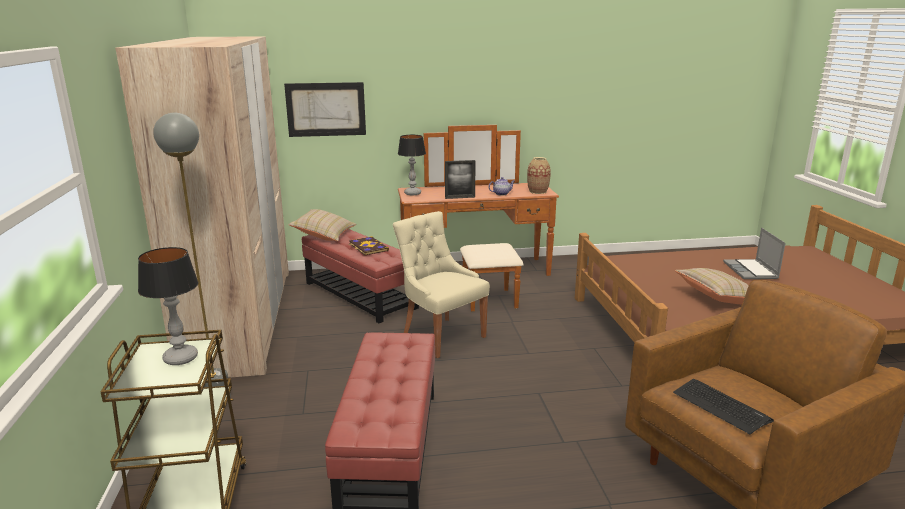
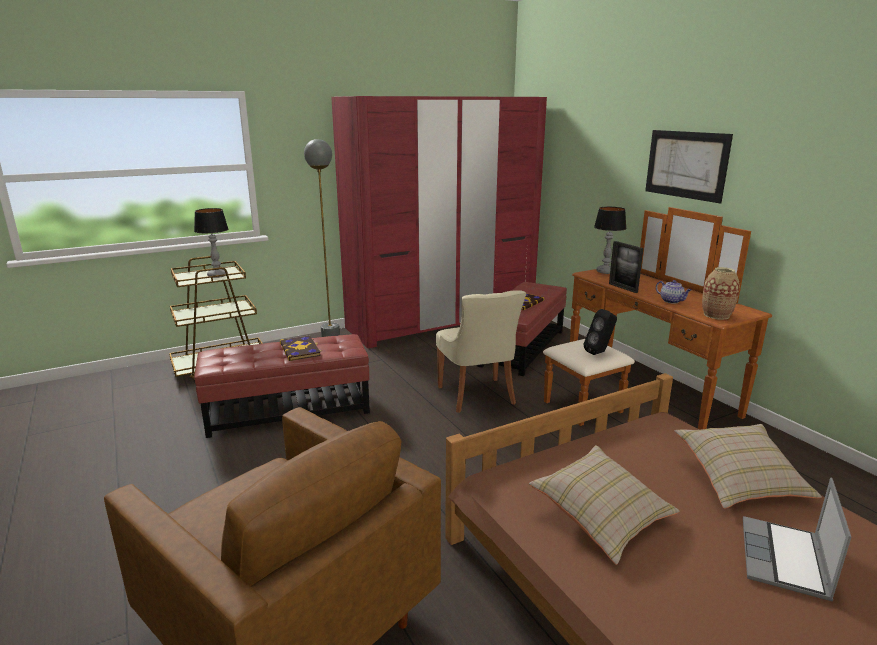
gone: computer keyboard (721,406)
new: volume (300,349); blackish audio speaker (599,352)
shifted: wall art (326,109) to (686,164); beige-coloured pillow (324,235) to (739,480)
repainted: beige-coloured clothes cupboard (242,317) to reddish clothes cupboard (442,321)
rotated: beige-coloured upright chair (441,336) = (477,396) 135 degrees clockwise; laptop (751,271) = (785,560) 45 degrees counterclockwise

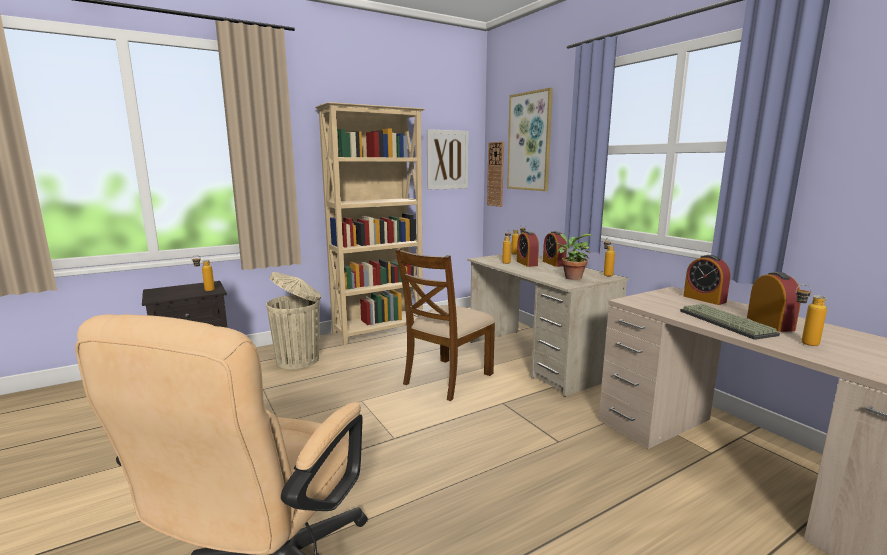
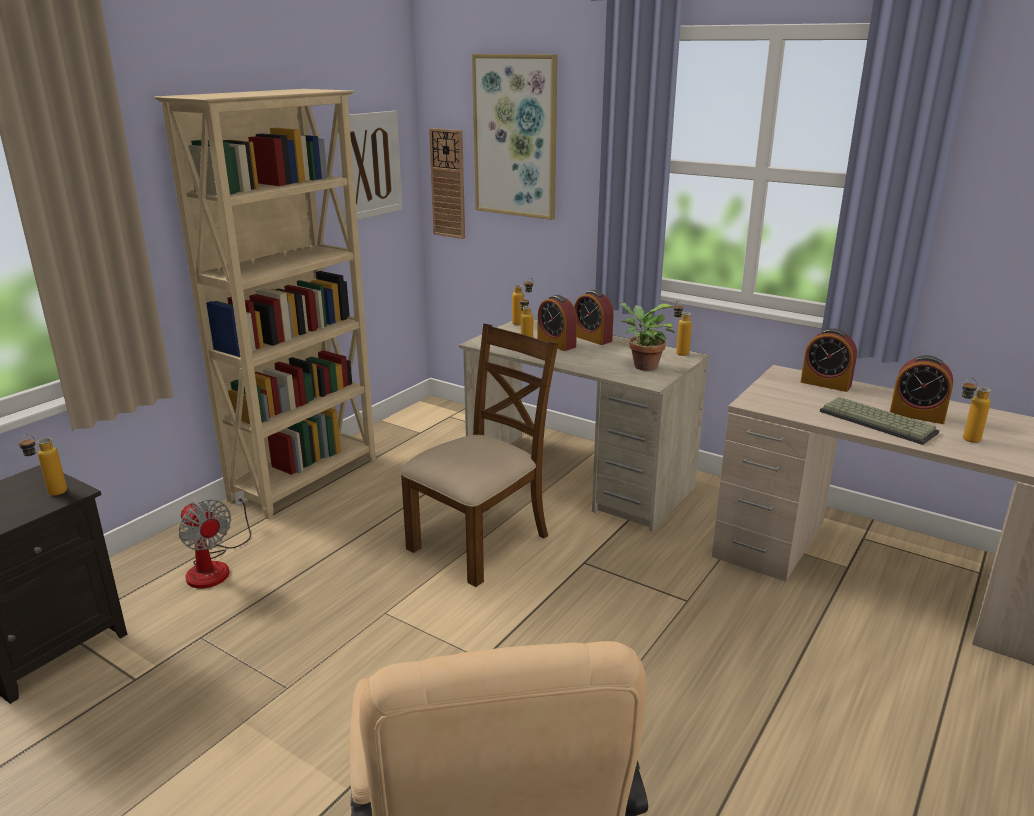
swapped: beige-coloured rubbish bin (299,360) to cooling fan (215,566)
rotated: brown-coloured upright chair (447,378) = (481,542) 150 degrees counterclockwise; bedside clock (770,324) = (917,415) 150 degrees clockwise

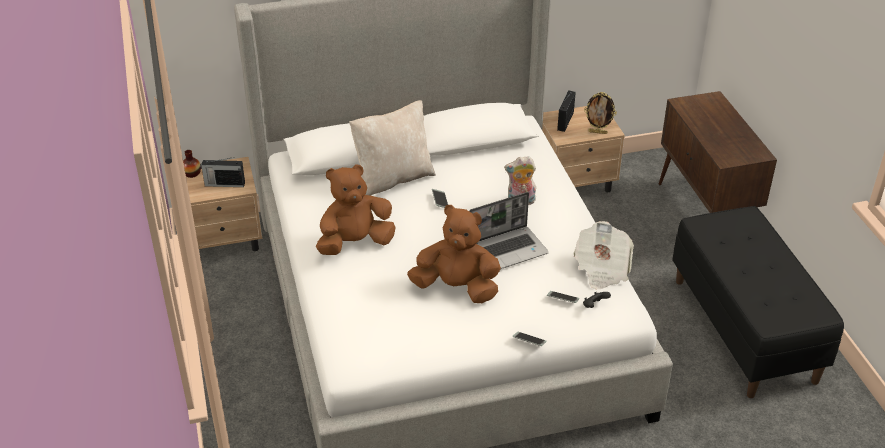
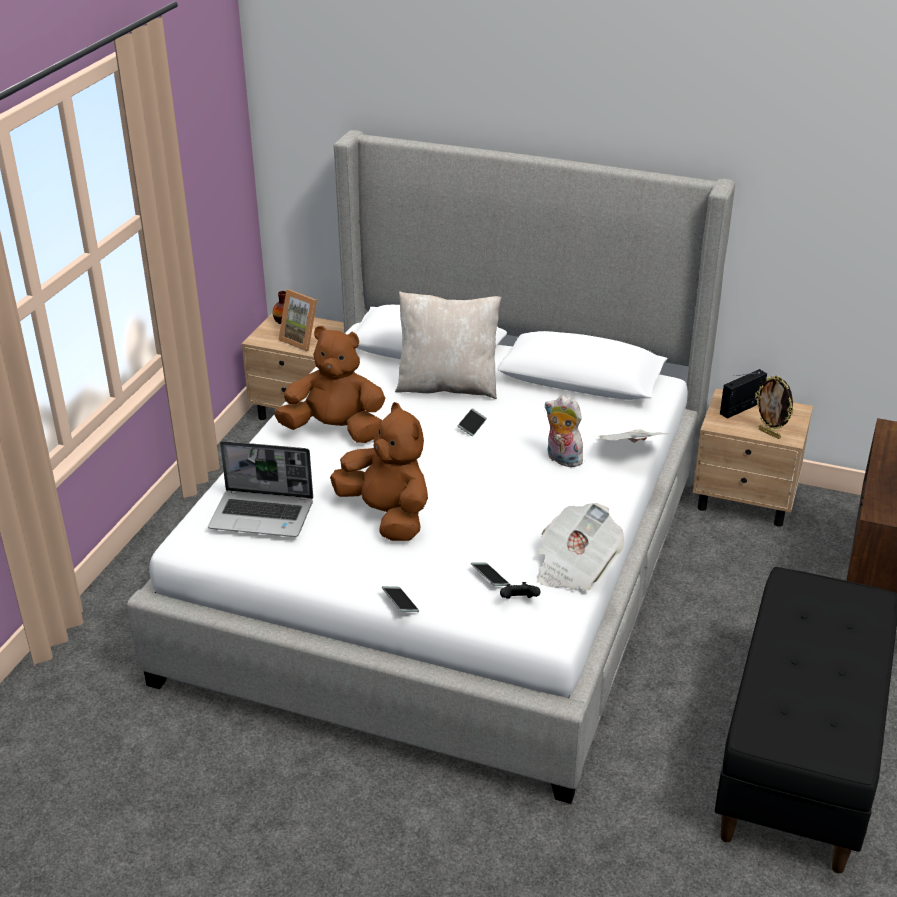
new: newspaper (632,452)
shifted: laptop (508,249) to (263,515)
swapped: radio (224,184) to picture frame (302,340)

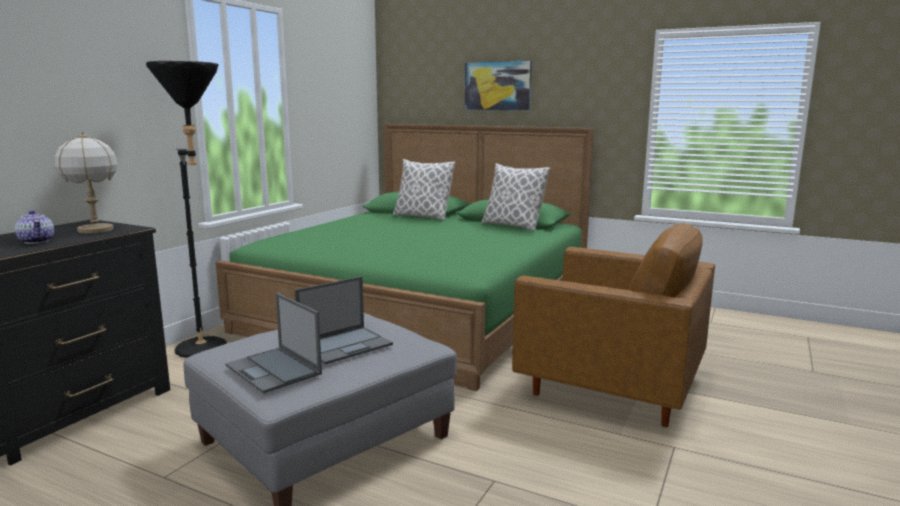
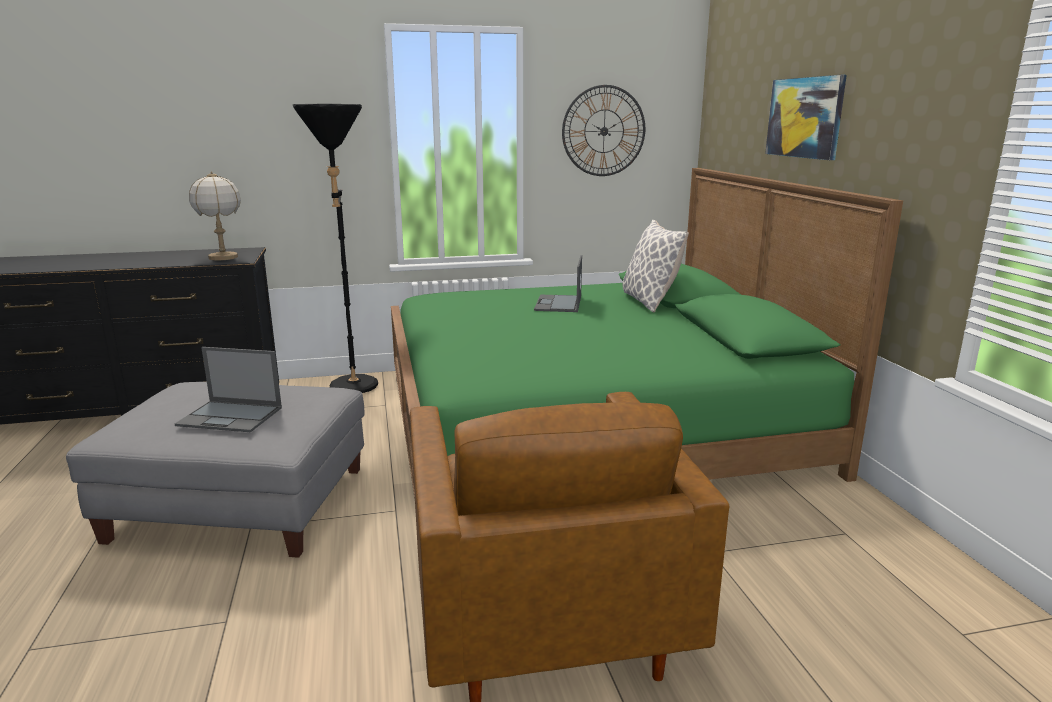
gone: tea pot (37,241); pillow (513,226)
new: clock on the wall (604,131)
shifted: laptop (274,370) to (558,304)

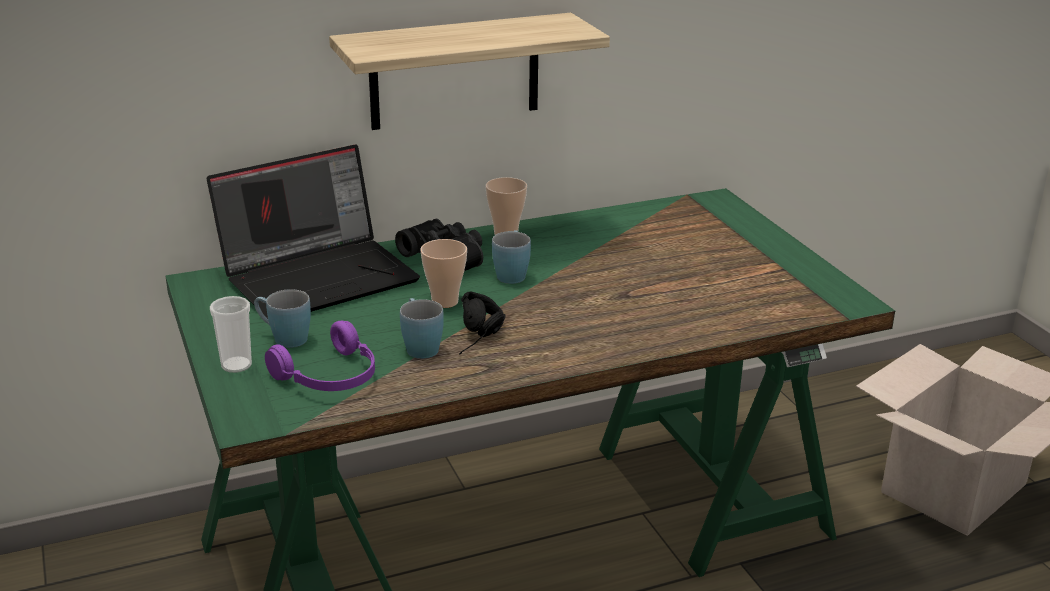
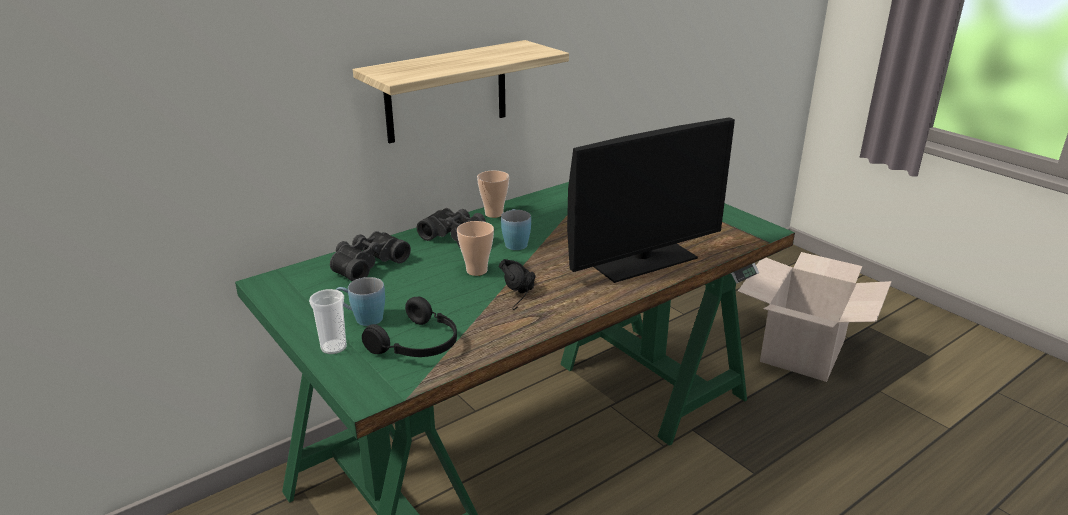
gone: bluish coffee mug (420,346)
new: computer screen (643,260)
swapped: laptop (320,276) to blackish pair of binoculars (367,264)
repainted: purple headphones (330,377) to blackish headphones (418,344)

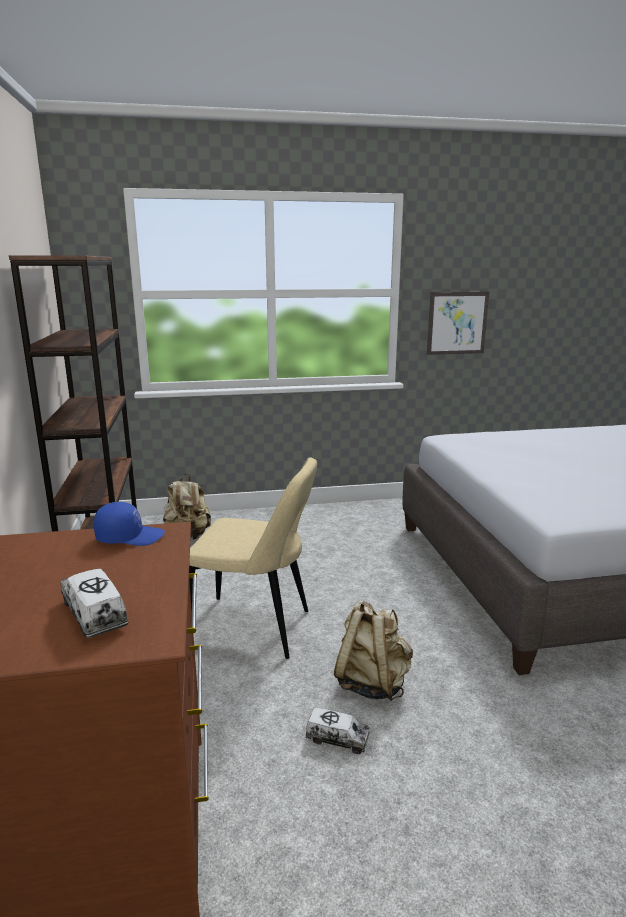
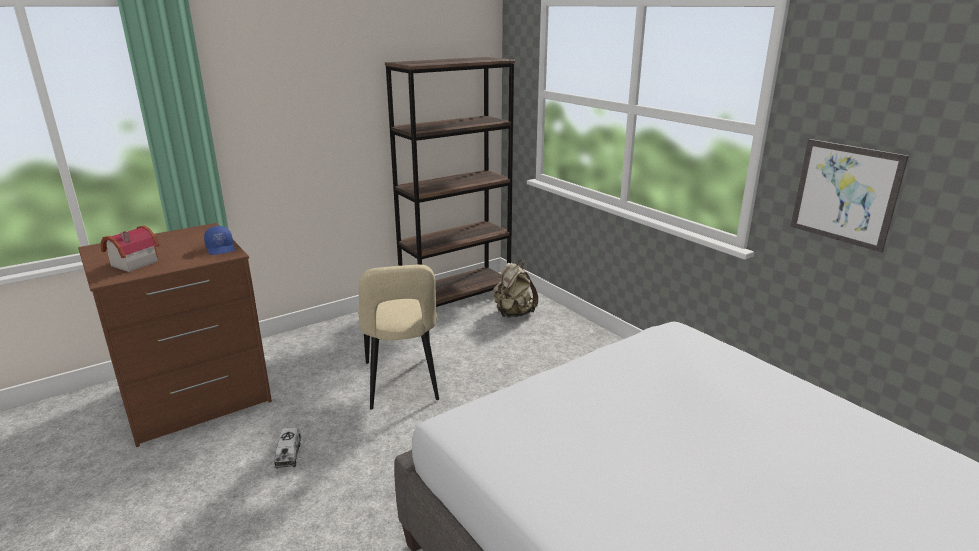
gone: beige-coloured backpack (372,683)
swapped: toy lorry (94,613) to model house (131,263)

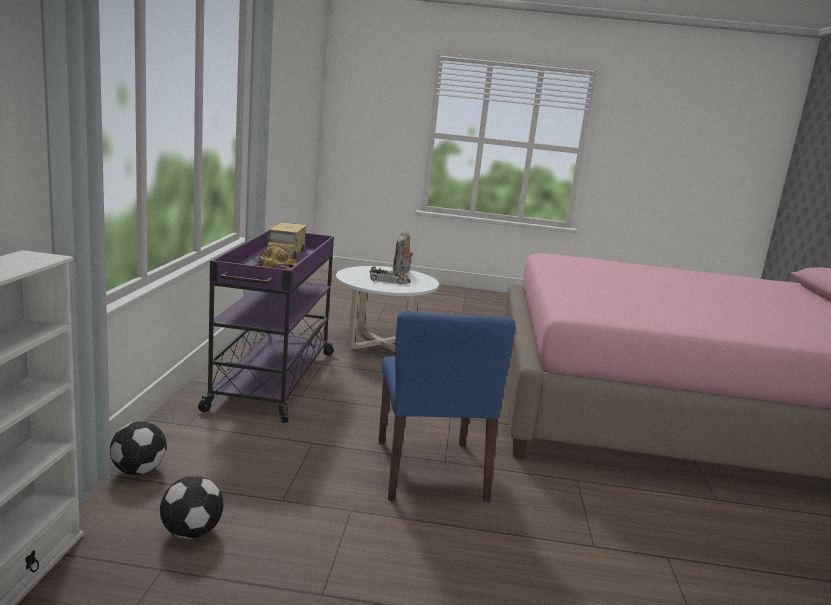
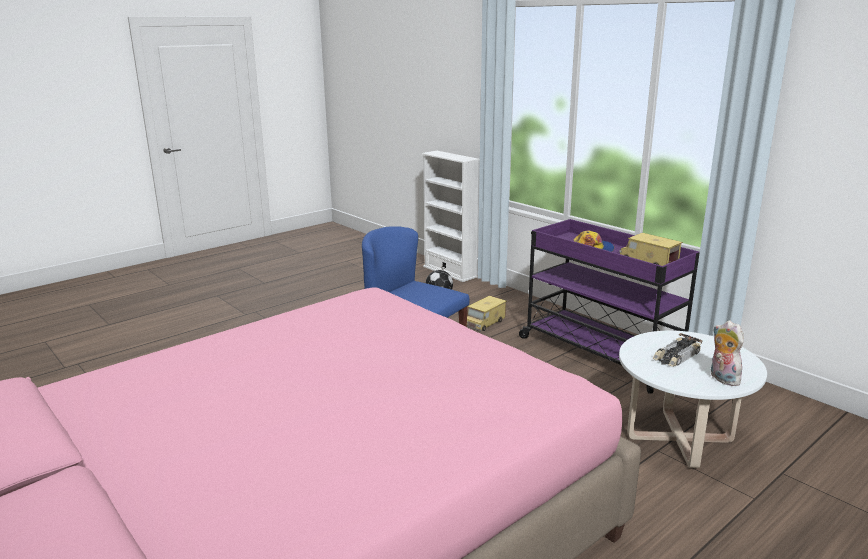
gone: football (138,470)
new: toy lorry (484,323)

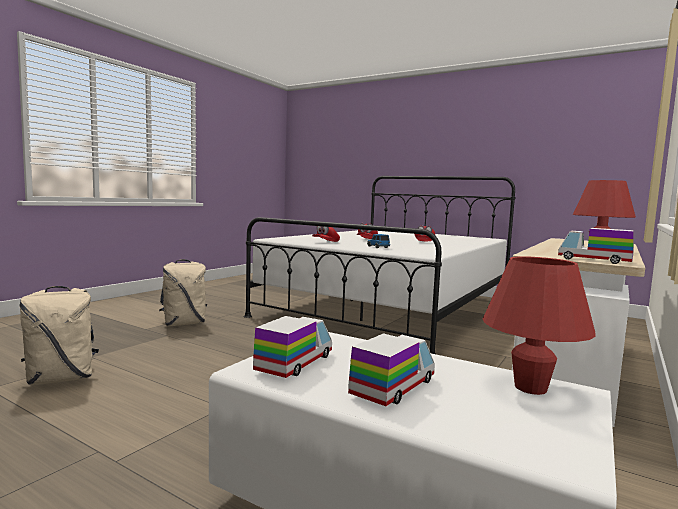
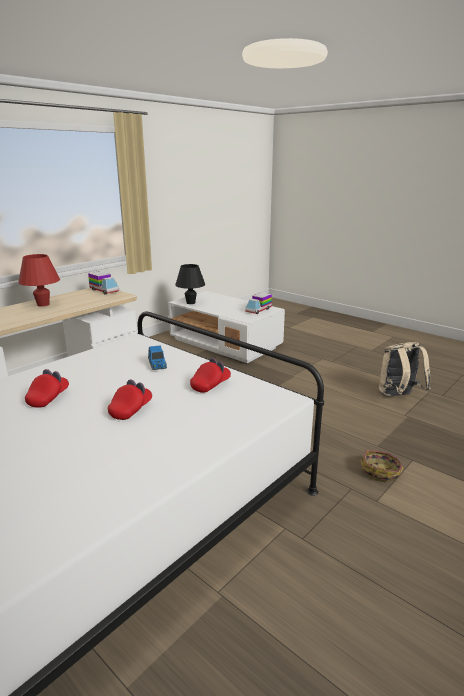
gone: toy lorry (393,387)
swapped: beige-coloured backpack (184,323) to household basket (380,471)
repainted: reddish lamp for a table (530,388) to blackish lamp for a table (190,303)

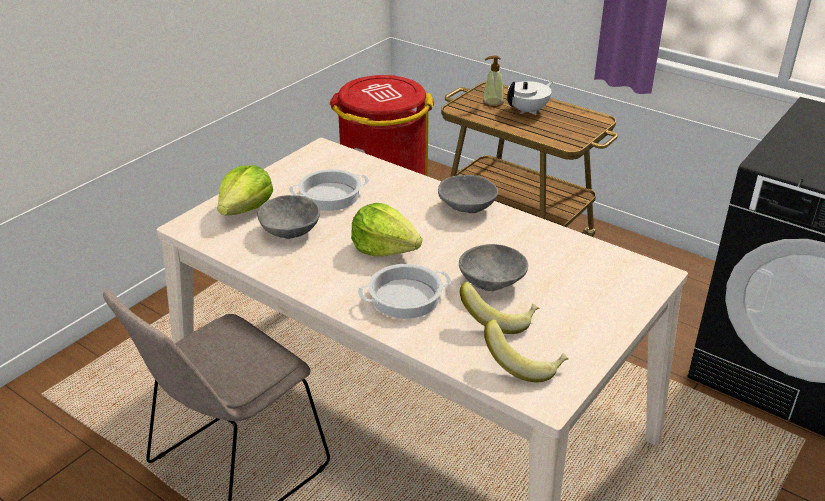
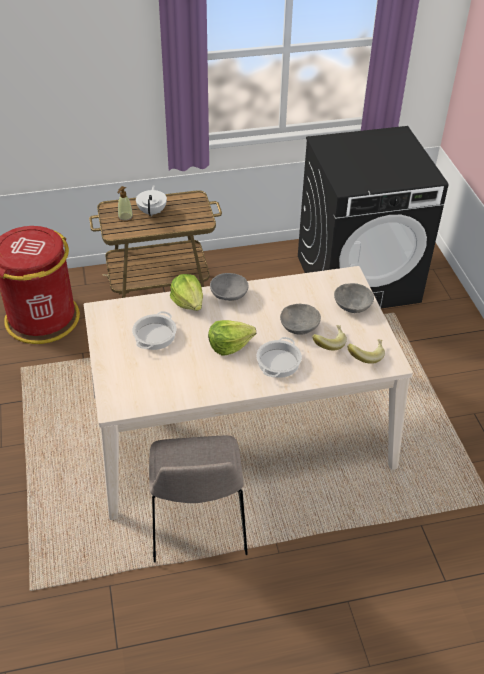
shifted: head of lettuce (246,209) to (188,302); greyish serving bowl (290,230) to (351,306)

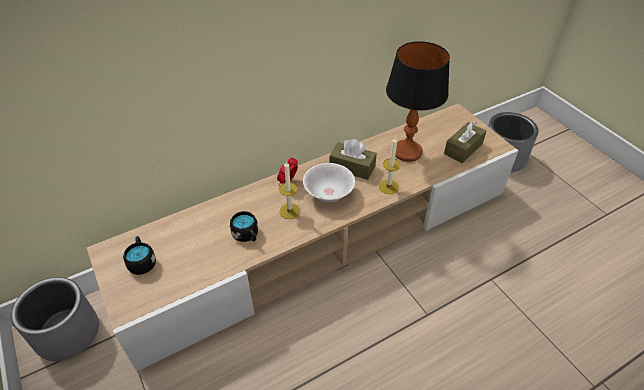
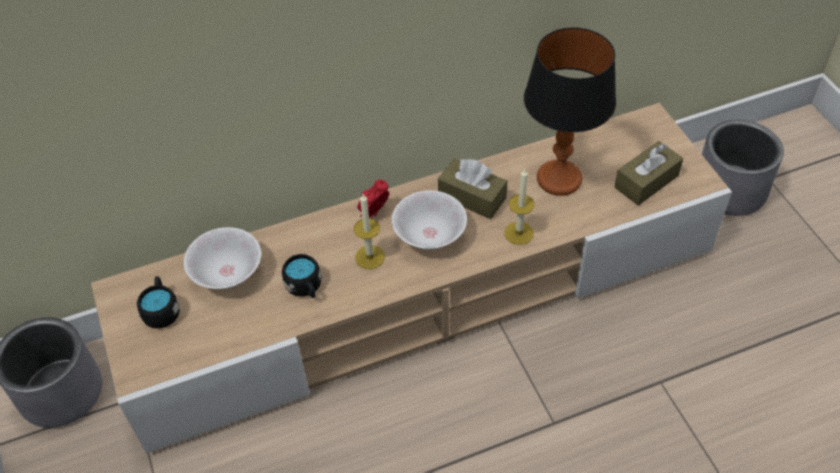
new: white serving bowl (228,274)

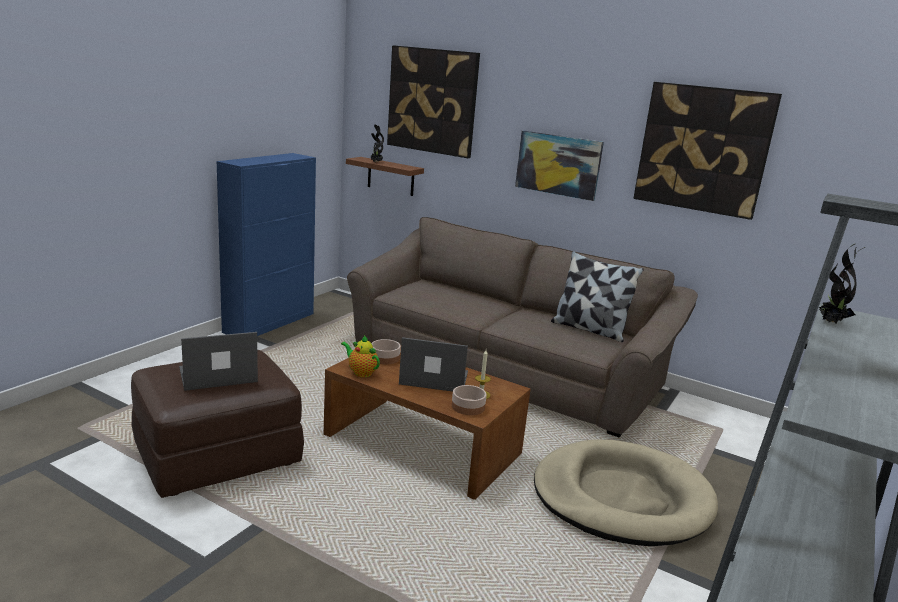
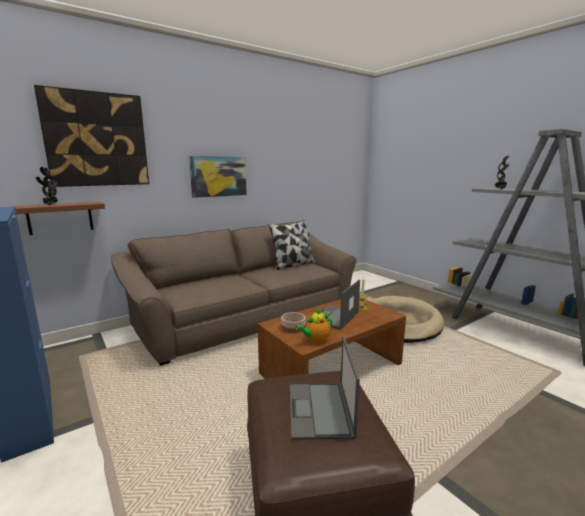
gone: serving bowl (468,407); wall art (703,149)

